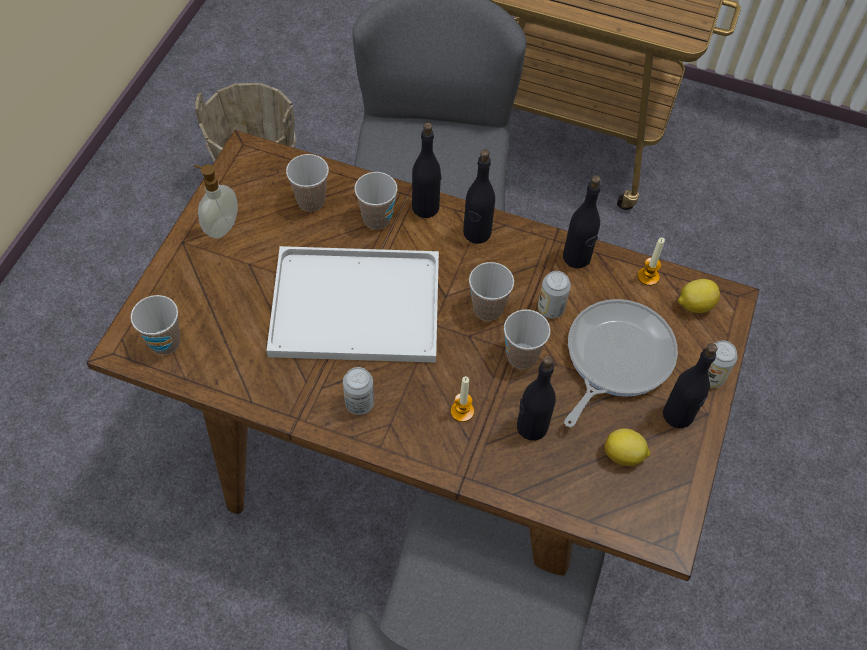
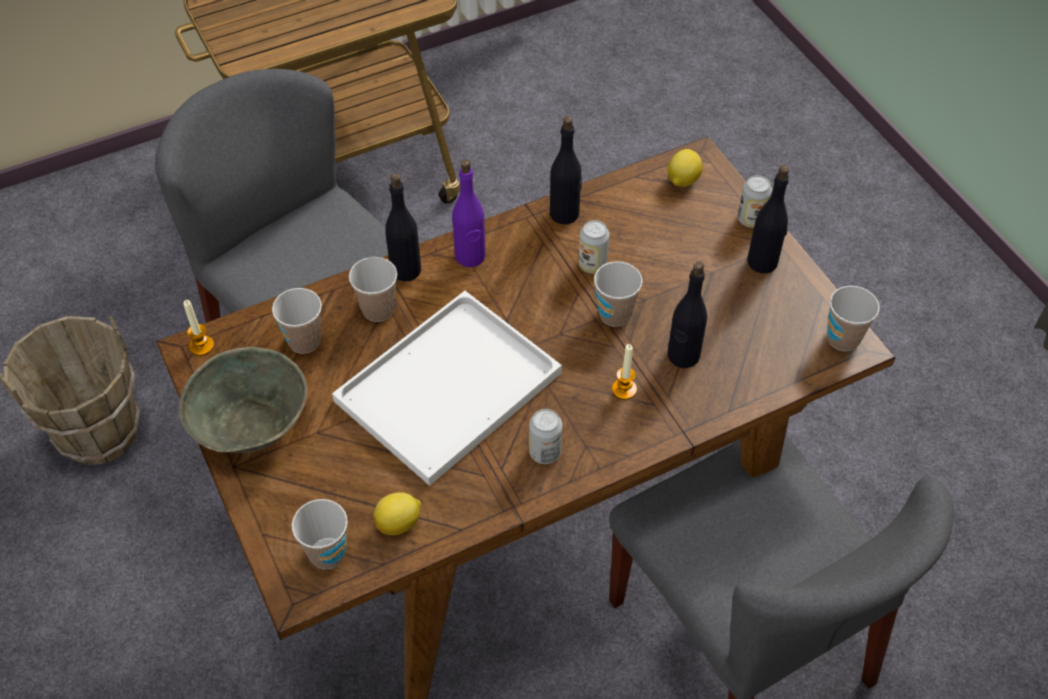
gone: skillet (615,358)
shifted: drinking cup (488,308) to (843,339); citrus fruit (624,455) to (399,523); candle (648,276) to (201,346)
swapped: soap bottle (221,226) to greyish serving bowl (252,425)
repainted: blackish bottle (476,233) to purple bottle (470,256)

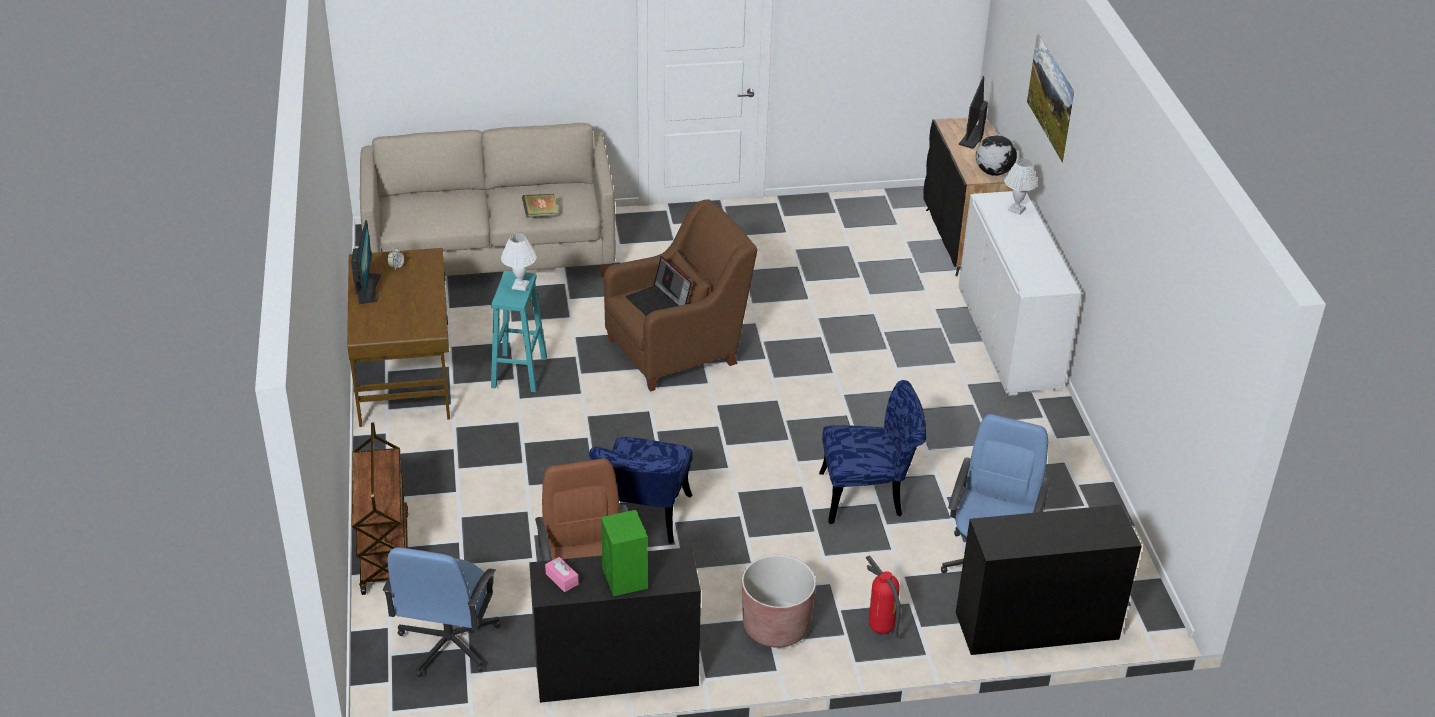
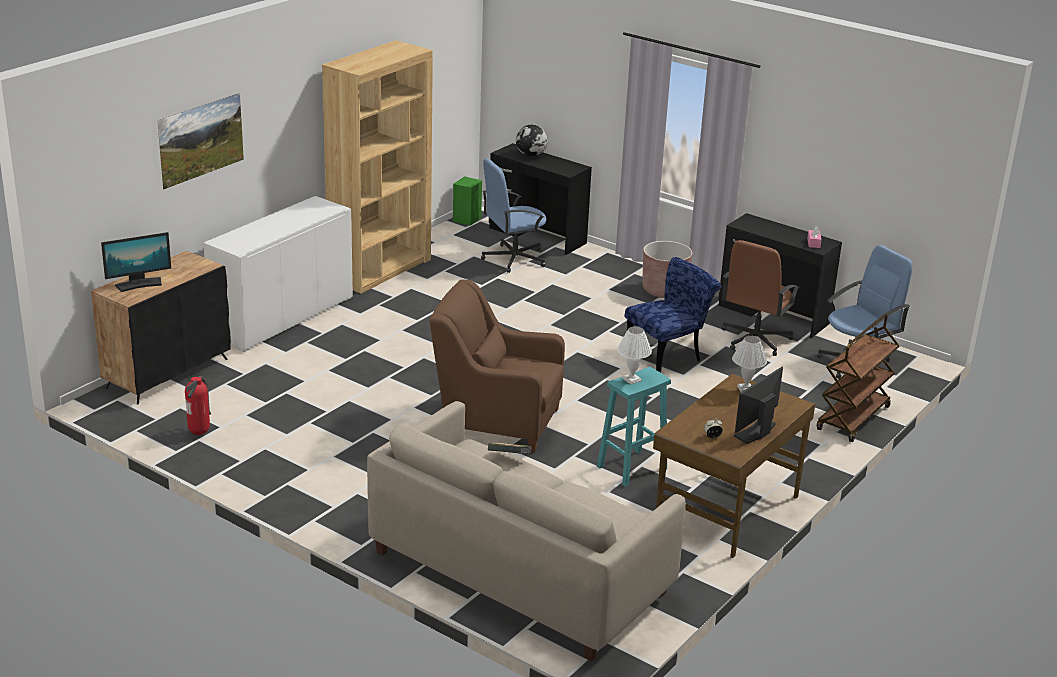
gone: laptop (659,304); bluish upright chair (869,496)
new: brown-coloured bookcase (380,270)
shifted: green-coloured audio speaker (625,579) to (467,219); extinguisher (880,630) to (200,433); globe (993,172) to (531,155); white lamp for a table (1016,209) to (745,389)

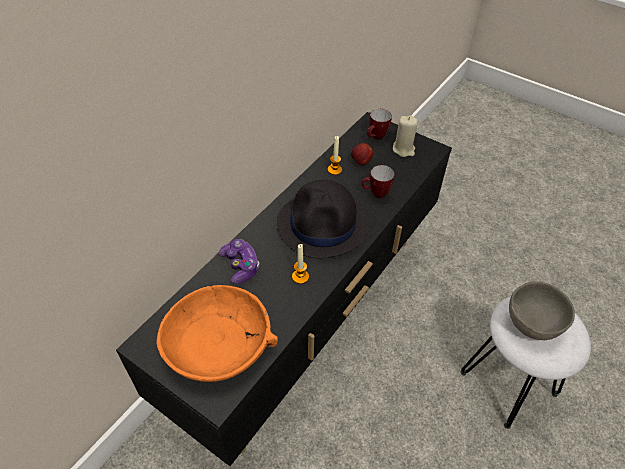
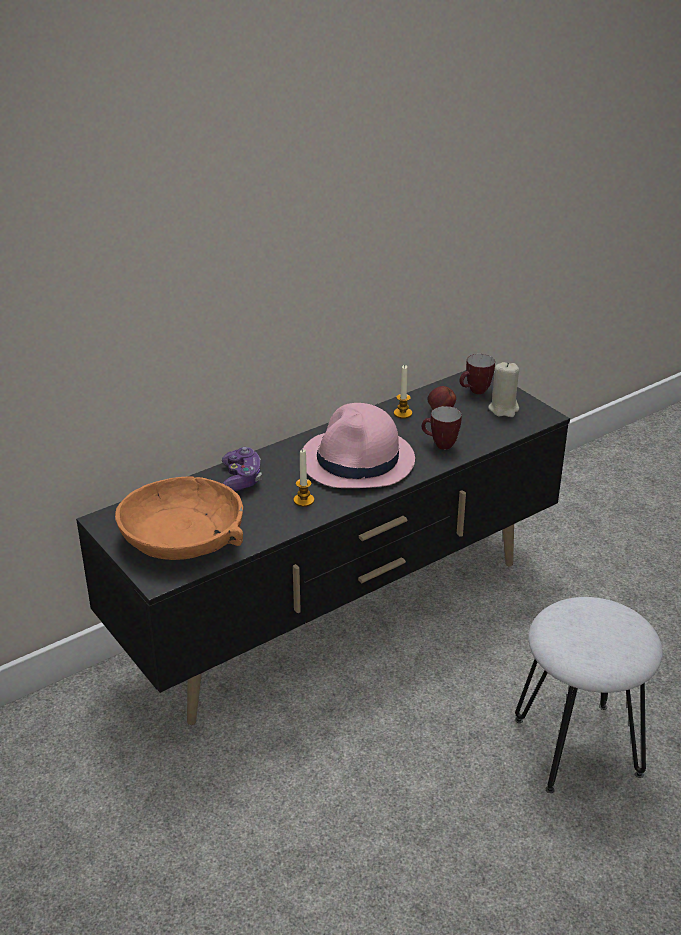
gone: greyish serving bowl (531,323)
repainted: blackish wearable hat (323,225) to pink wearable hat (358,461)

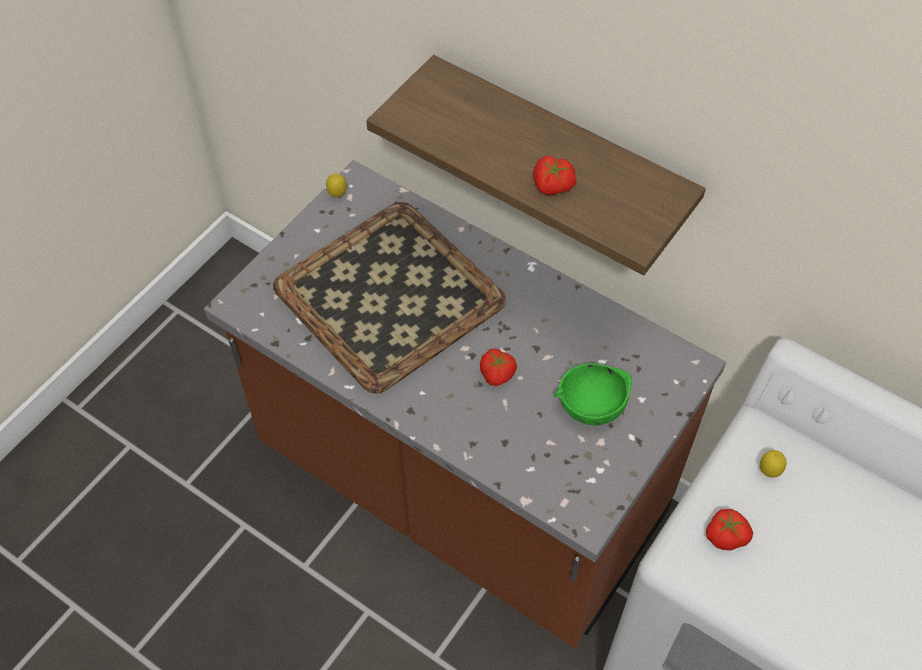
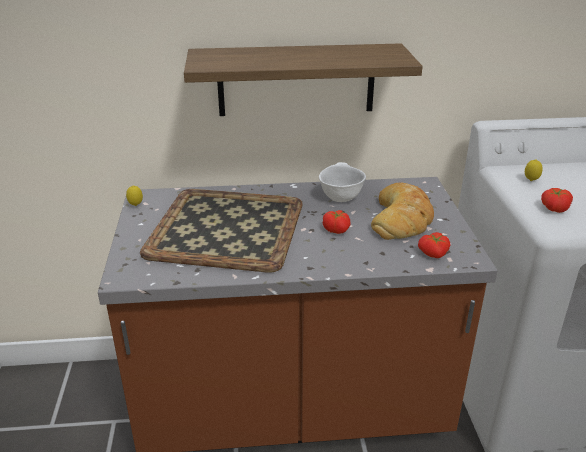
new: white serving bowl (340,197)
shifted: fresh tomato (552,186) to (433,254)
swapped: green-coloured serving bowl (590,405) to baked bread (402,218)

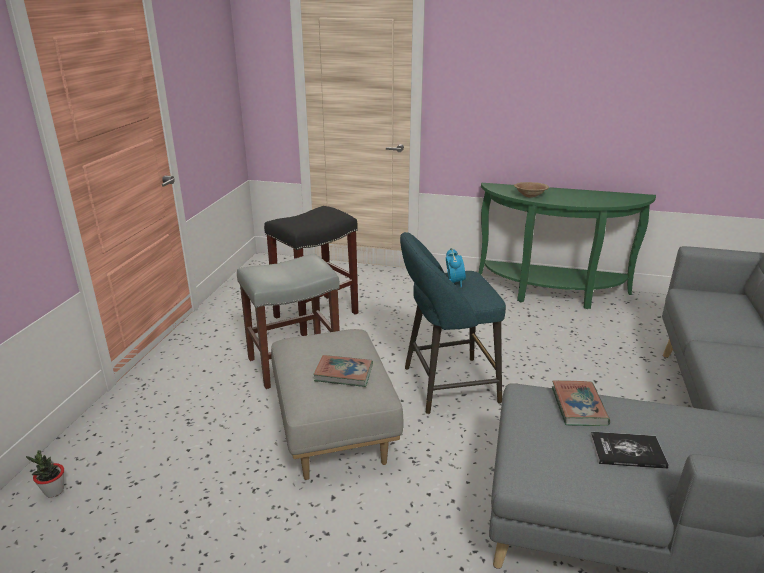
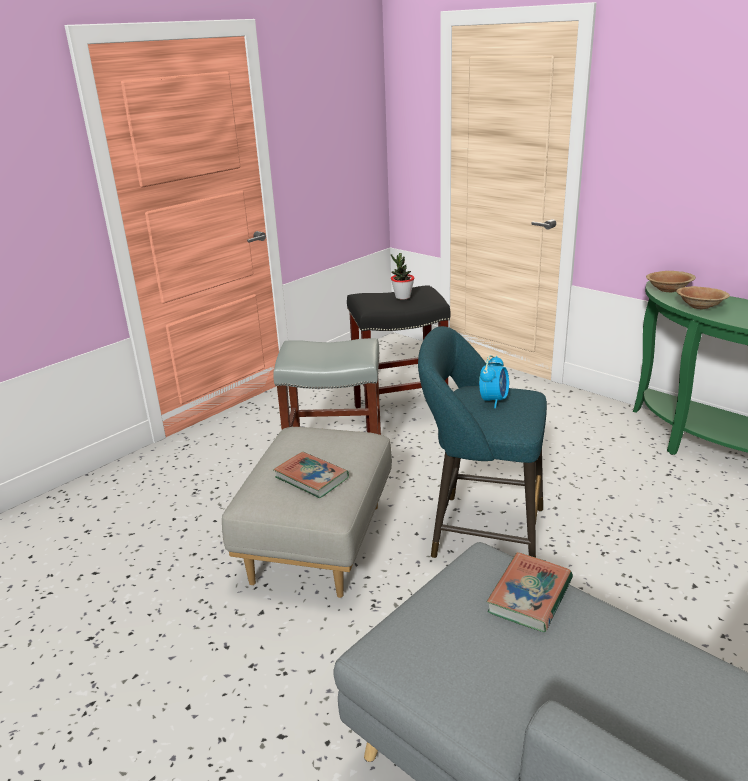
gone: volume (627,451)
new: brown-coloured serving bowl (668,289)
shifted: plant in a pot (54,491) to (402,297)

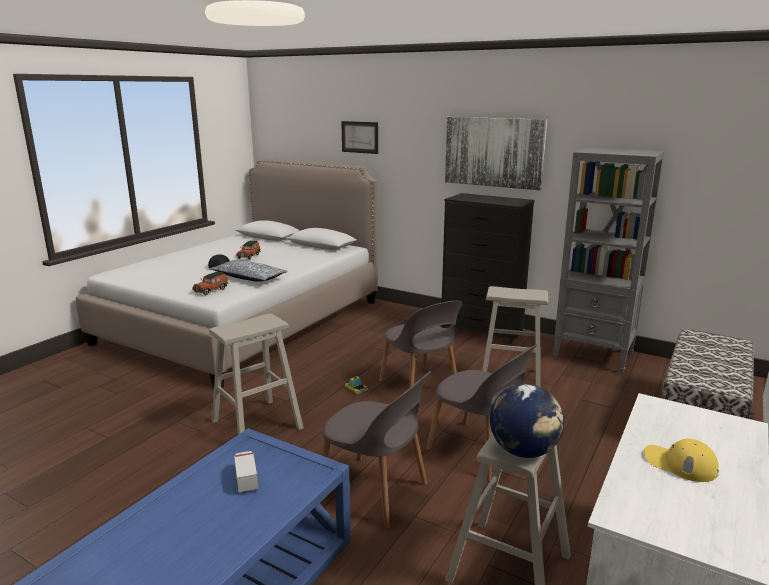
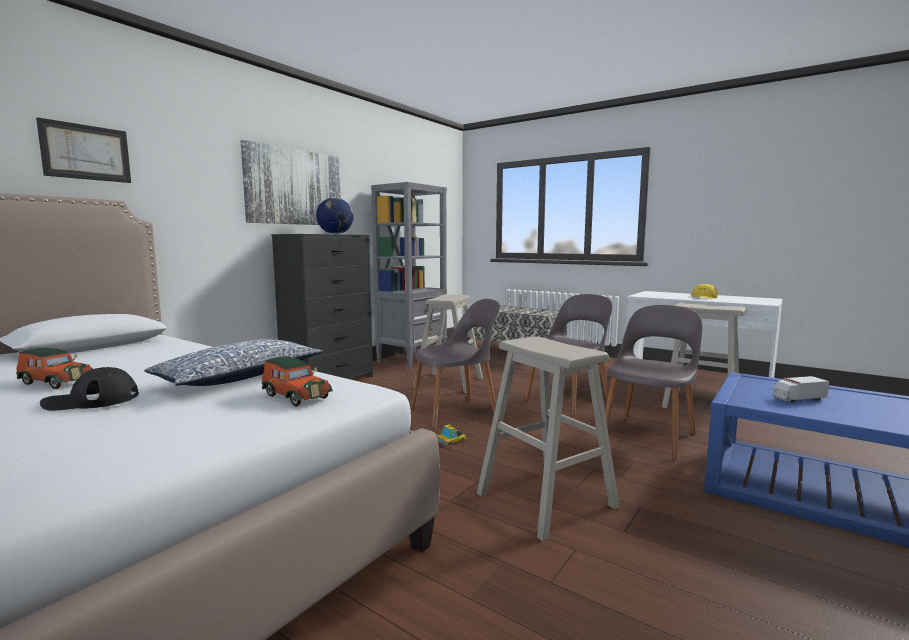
shifted: globe (524,451) to (335,234)

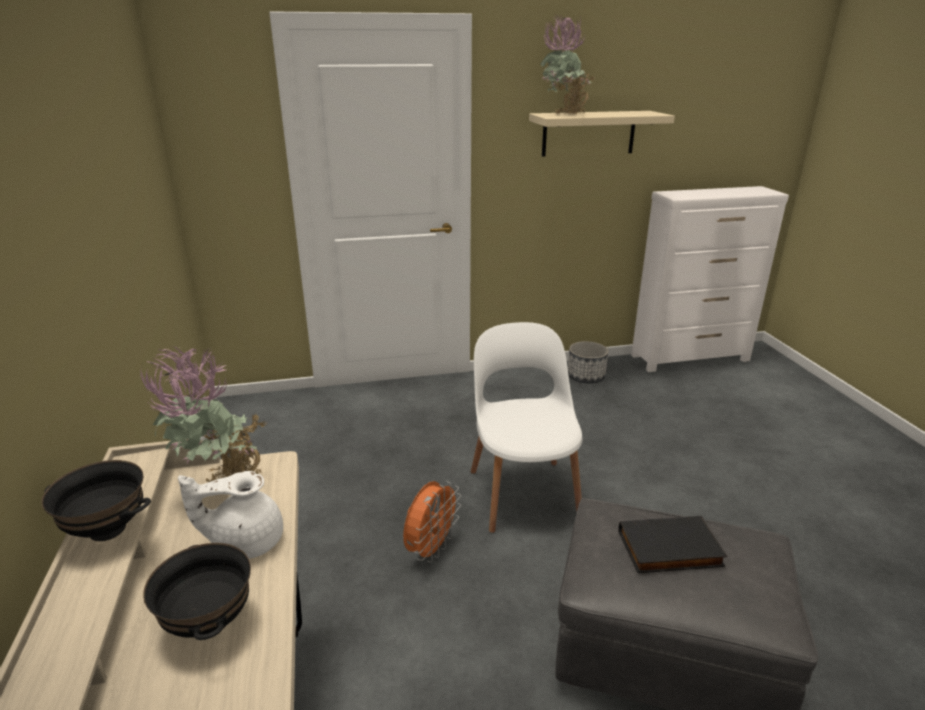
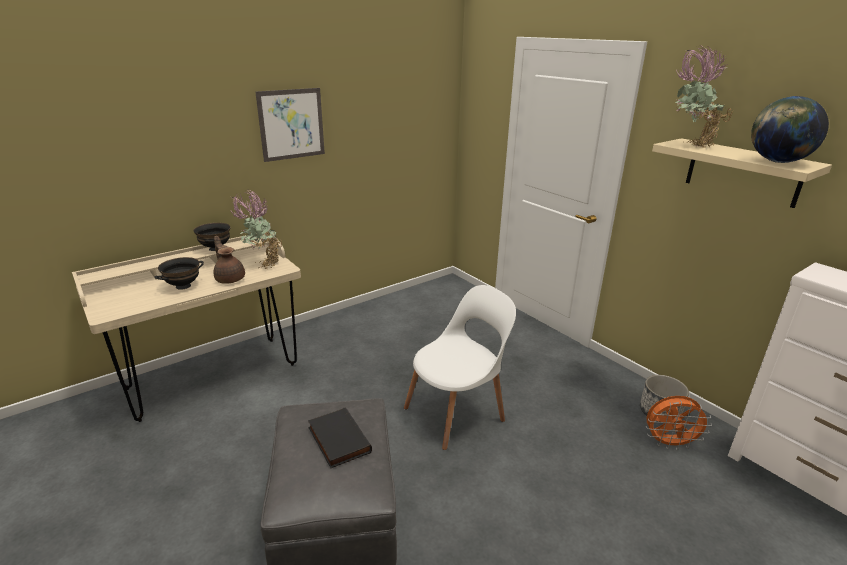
new: wall art (291,124); globe (778,162)
shifted: orange-coloured cooling fan (431,549) to (669,443)
repainted: white tea pot (245,541) to brown-coloured tea pot (230,278)

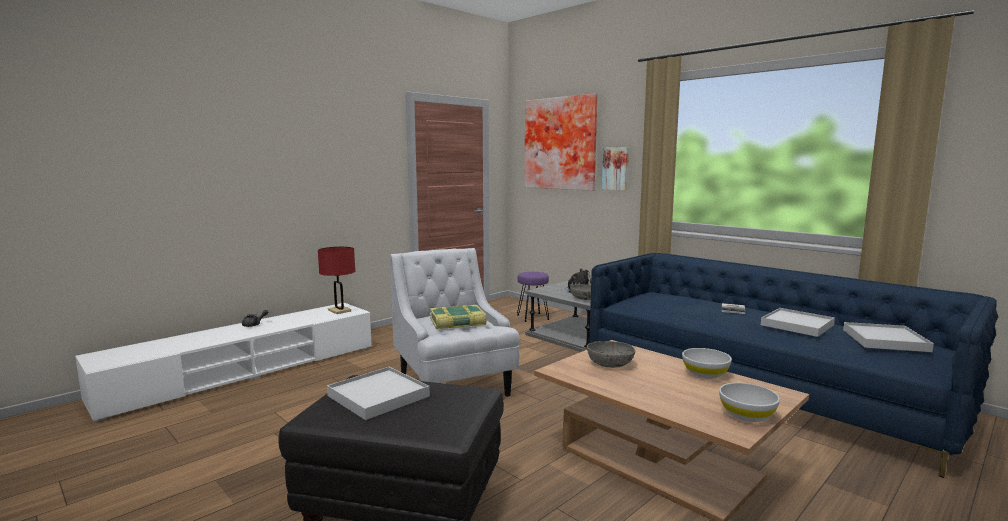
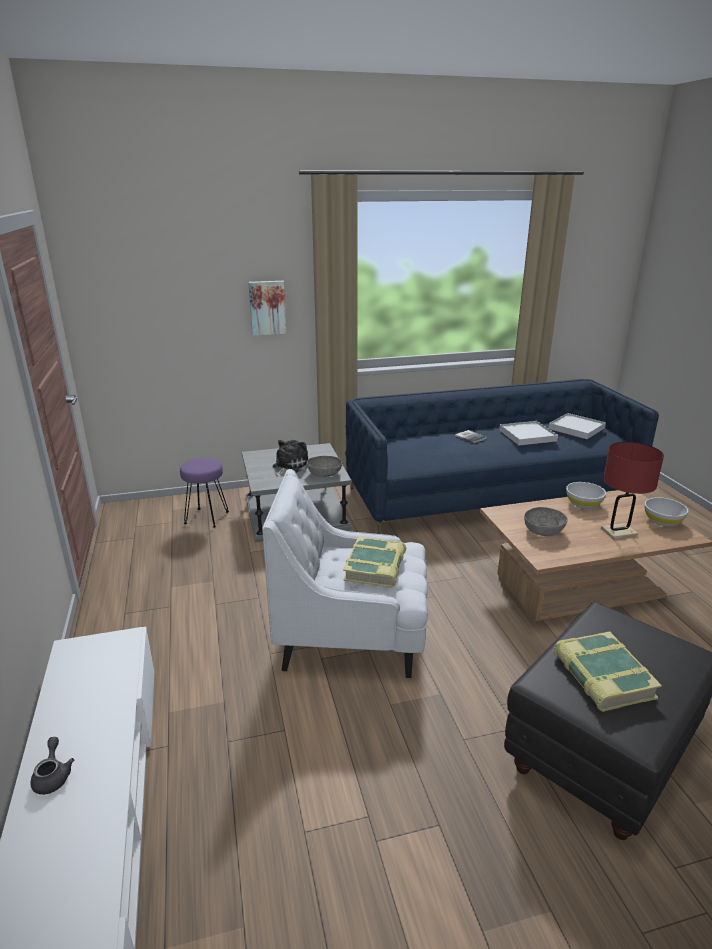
gone: wall art (561,143)
shifted: reddish lamp for a table (339,310) to (618,532)
swapped: white tray (378,396) to volume (601,677)

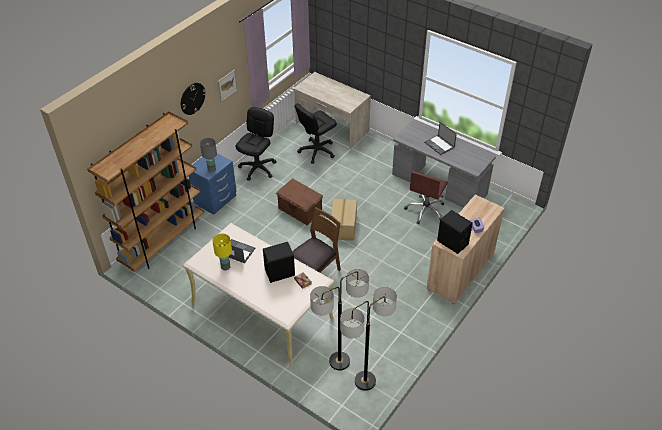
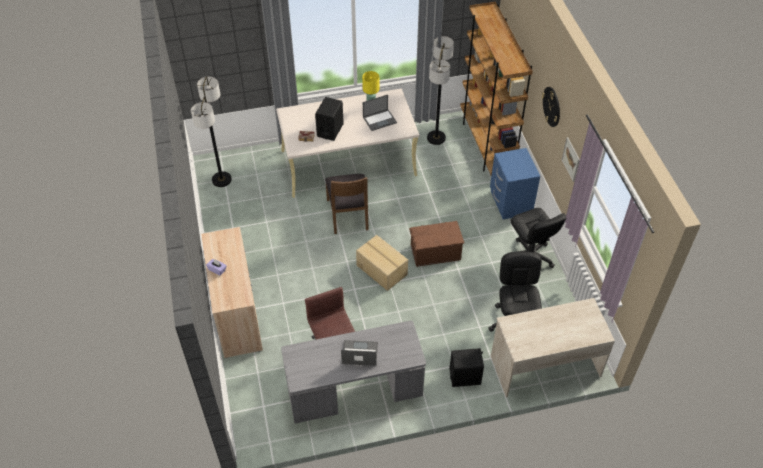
gone: greyish lamp for a table (211,169)
shifted: floor lamp (339,361) to (436,138); blackish audio speaker (452,242) to (465,377)

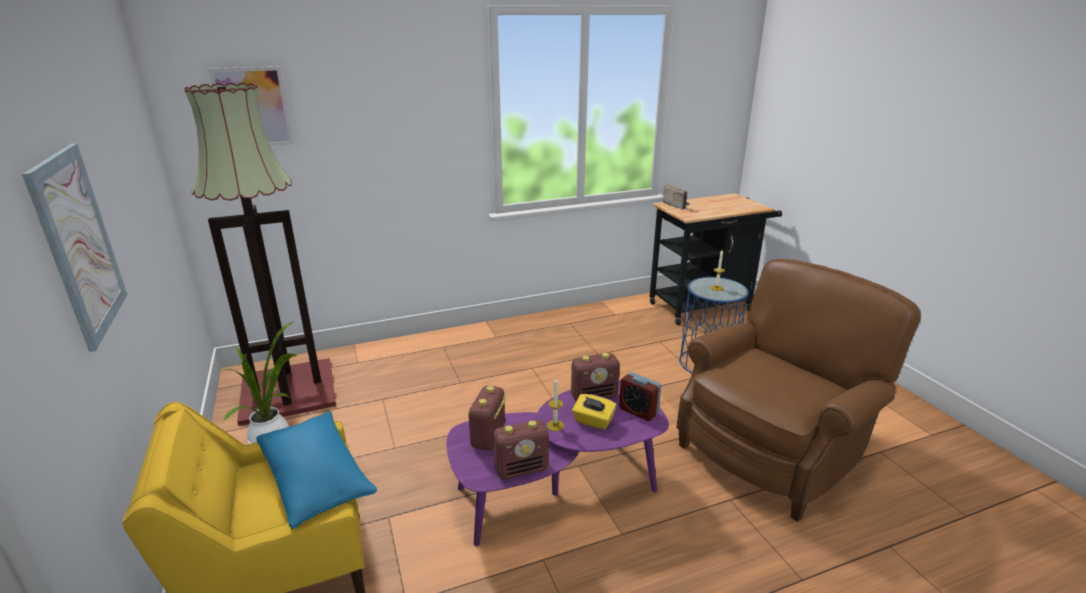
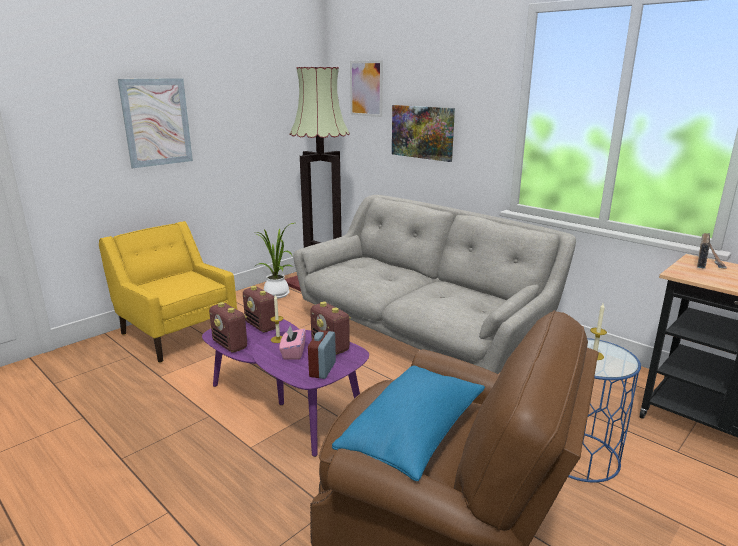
new: greyish couch (420,335); wall art (422,132)
shifted: bluish pillow (316,480) to (413,435)
repainted: yellow tissue holder (593,421) to pink tissue holder (293,353)
rotated: radio (488,437) = (261,326) 120 degrees counterclockwise

